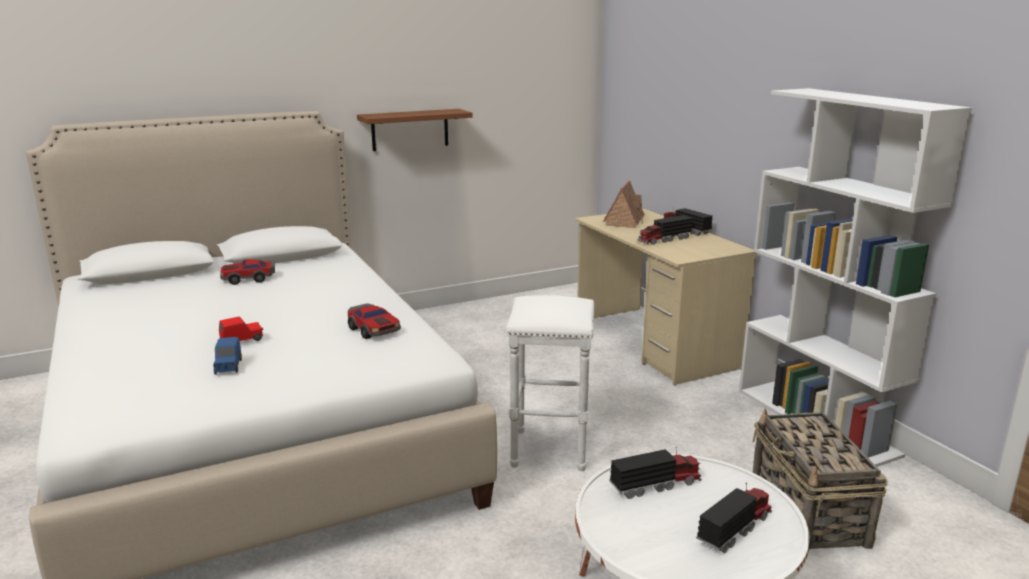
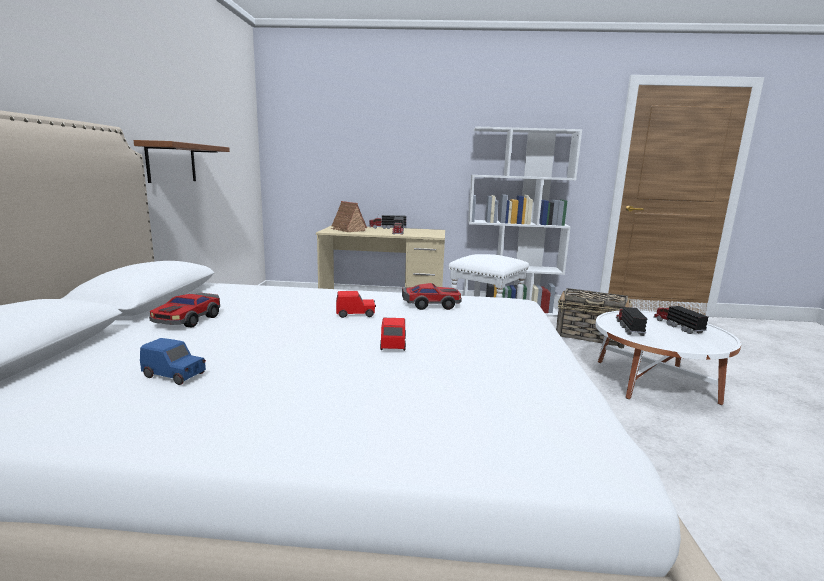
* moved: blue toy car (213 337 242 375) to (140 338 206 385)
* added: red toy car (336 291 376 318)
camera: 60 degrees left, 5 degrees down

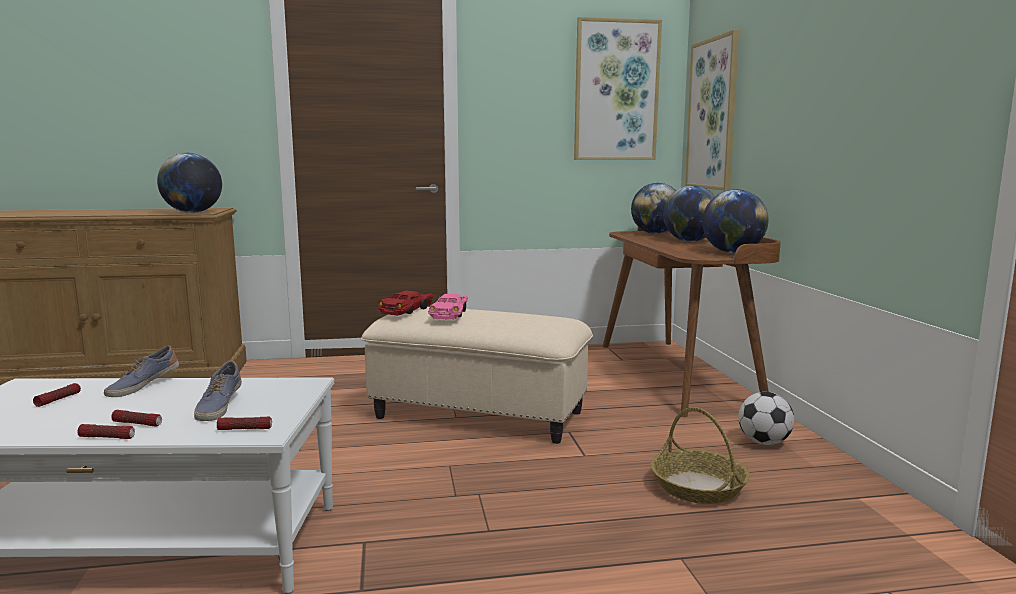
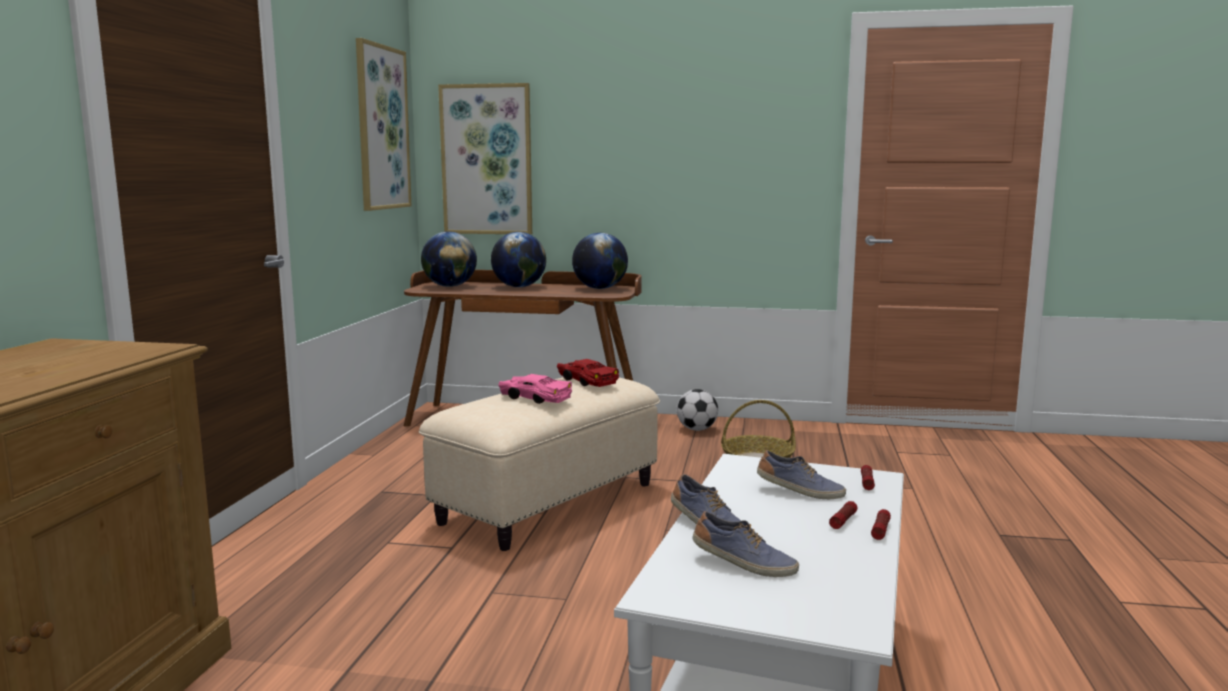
* replaced: flashlight (33 383 81 407) to shoe (692 511 799 577)
* removed: globe (157 153 222 213)
* moved: red toy car (378 290 433 316) to (557 359 619 387)
camera: 70 degrees left, 0 degrees up

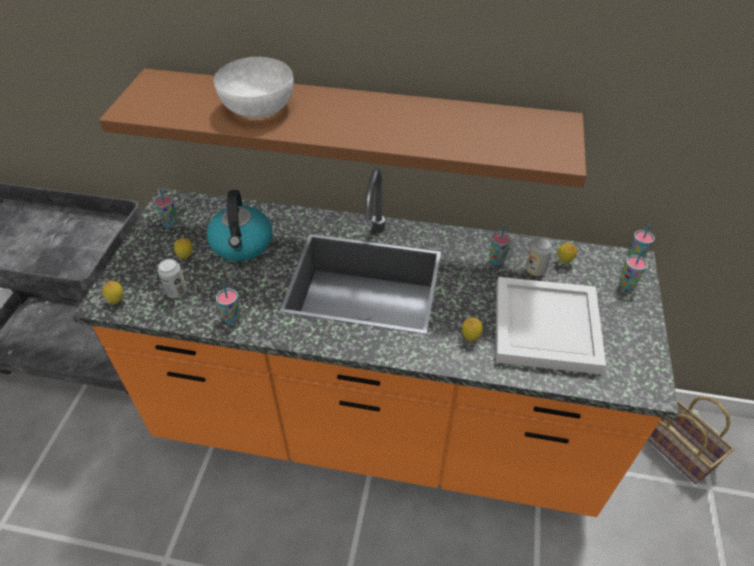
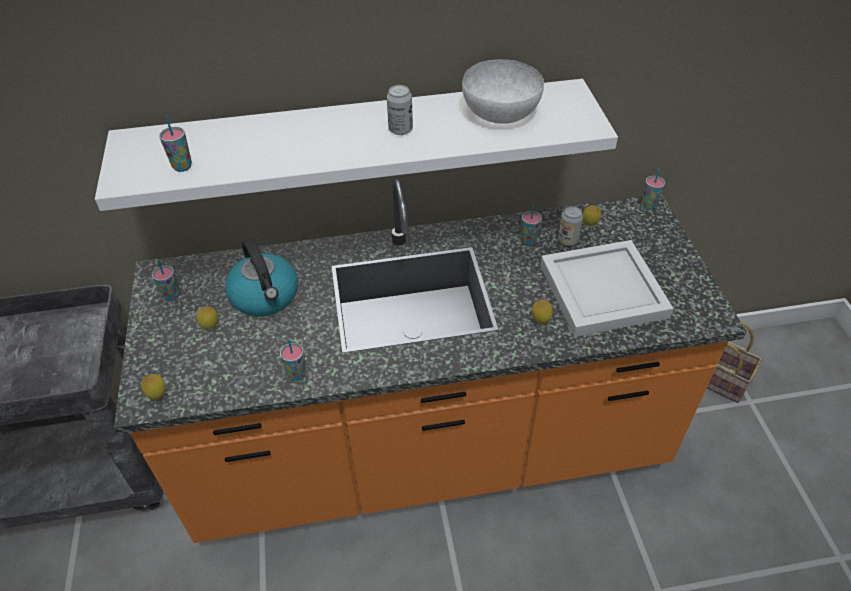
* recoloured: brown shelf (99 68 586 188) to white shelf (95 79 618 211)
* moved: can (158 259 187 298) to (387 85 413 135)
* moved: white bowl (214 57 294 118) to (462 59 544 124)
* moved: cup (619 250 647 290) to (159 116 192 172)
camera: 20 degrees left, 0 degrees up

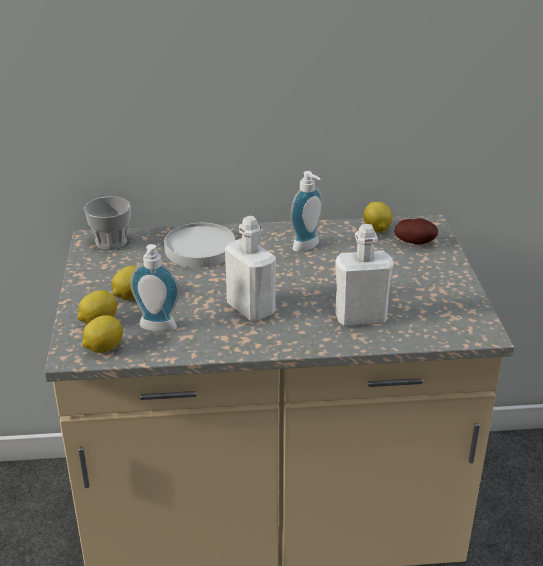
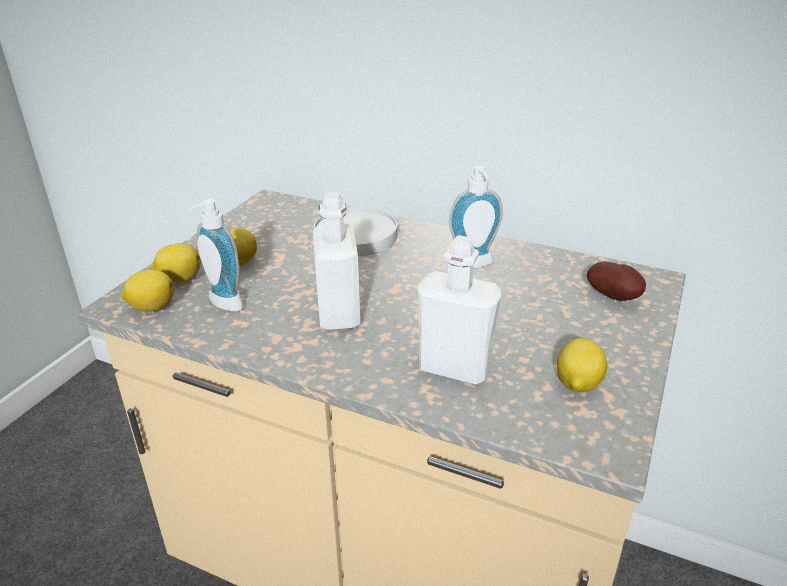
* removed: cup (84 196 131 250)
* moved: lemon (364 202 392 232) to (557 338 607 392)
camera: 30 degrees right, 0 degrees up

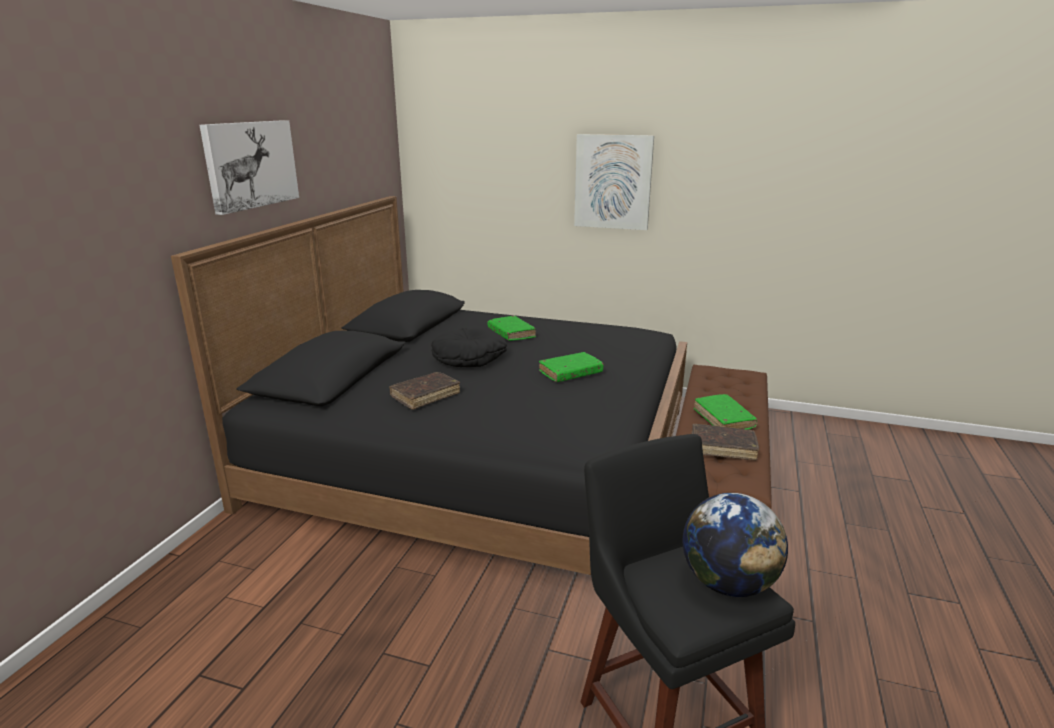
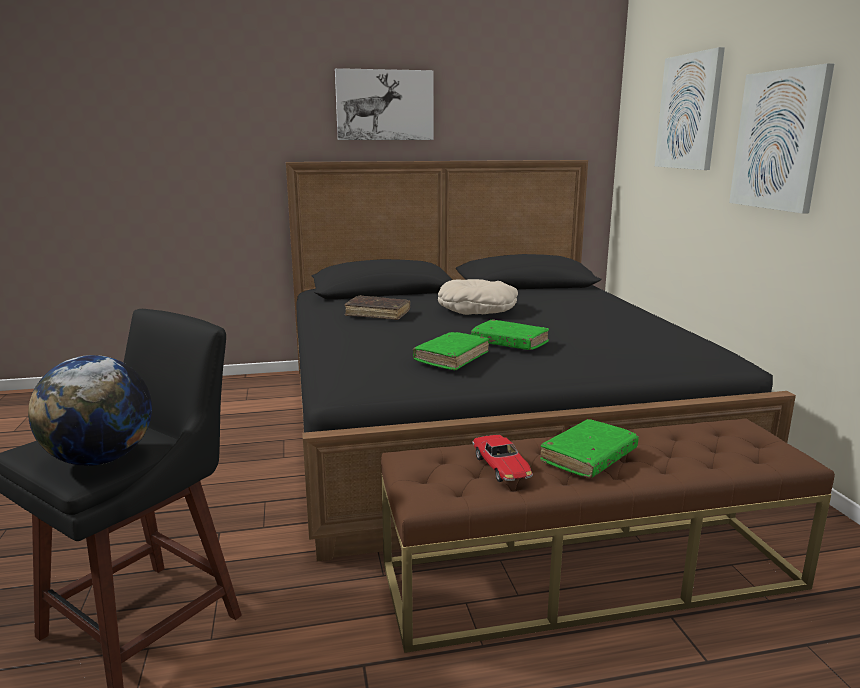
* recoloured: black pillow (431 328 507 367) to beige pillow (438 279 518 315)
* moved: green book (487 316 536 341) to (413 332 489 370)
* replaced: brown book (691 424 759 461) to toy car (472 435 533 482)
* added: picture (655 47 725 170)
camera: 60 degrees right, 5 degrees down

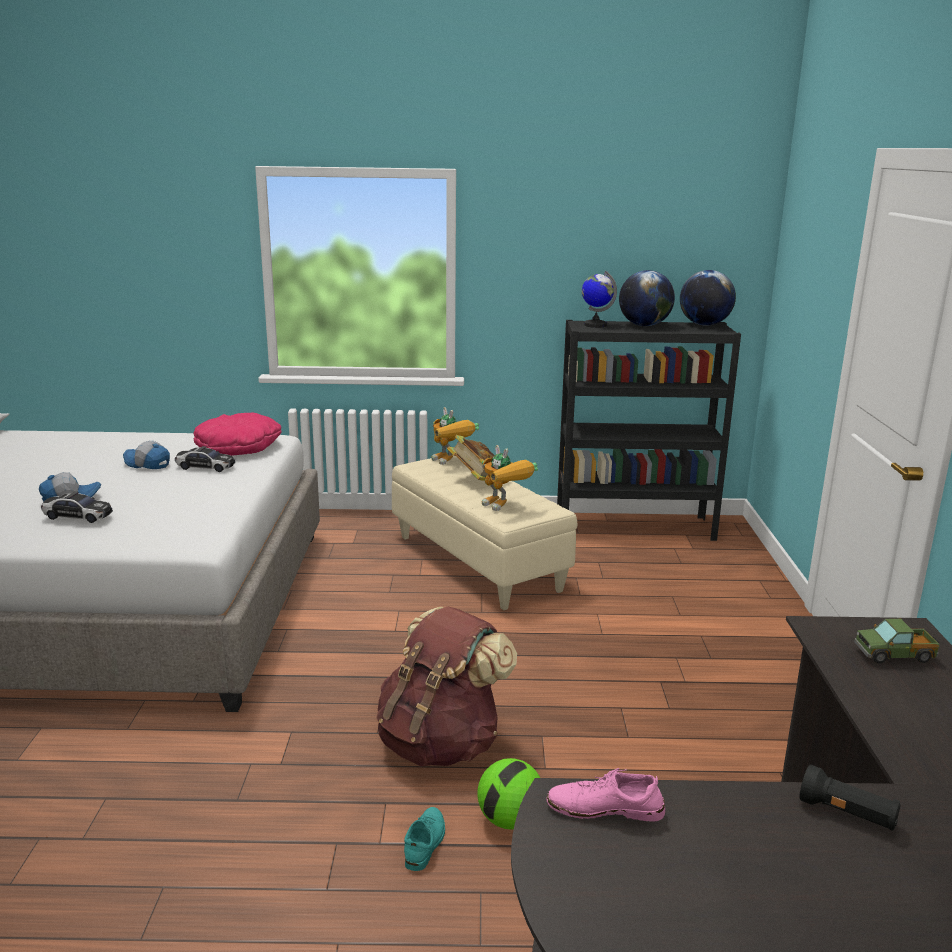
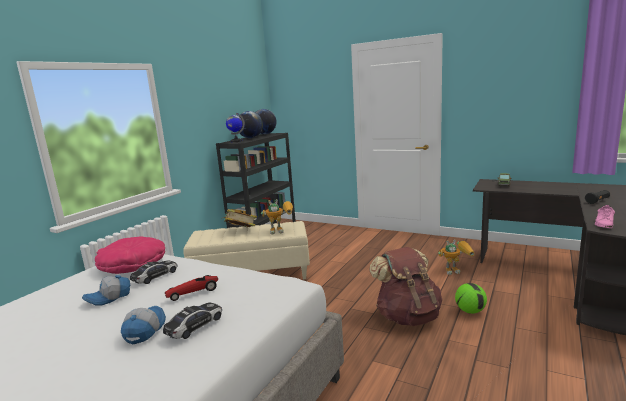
* removed: turquoise shoe (404 807 445 871)
* moved: toy robot (432 407 479 465) to (438 239 475 275)
* added: toy car (165 275 218 301)
camera: 60 degrees left, 5 degrees down

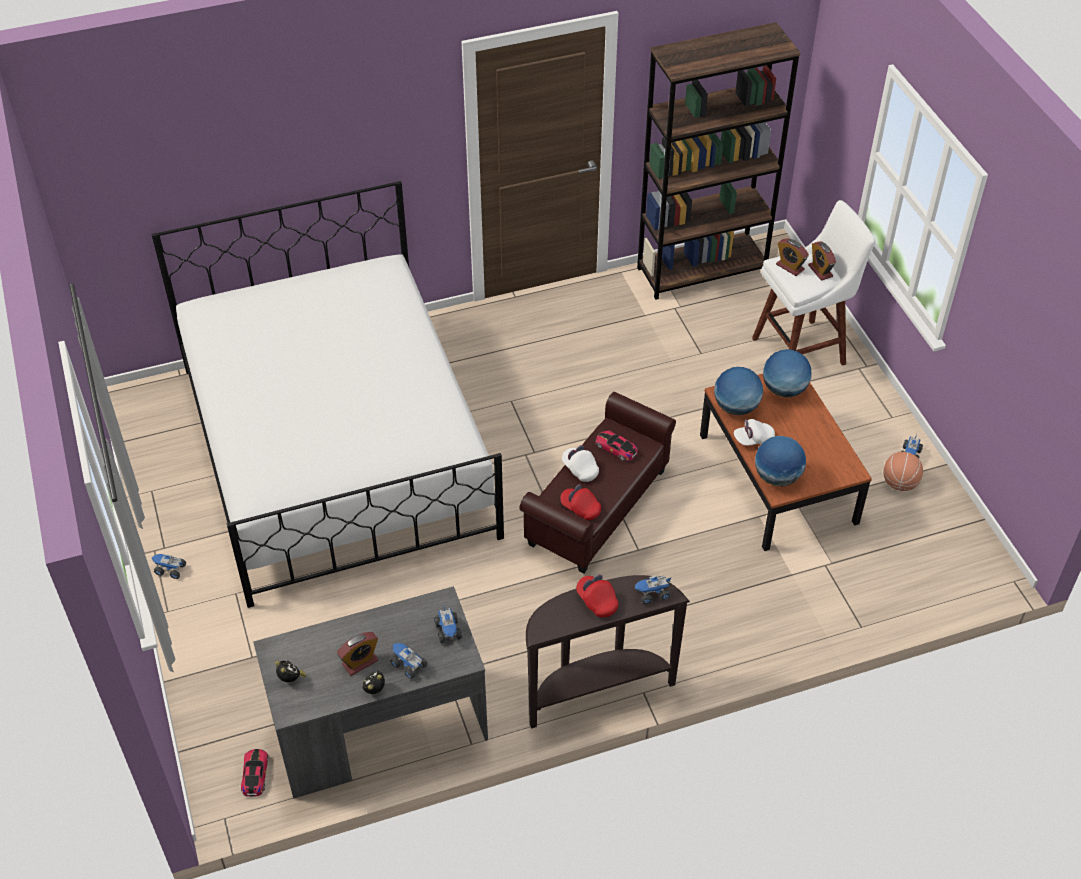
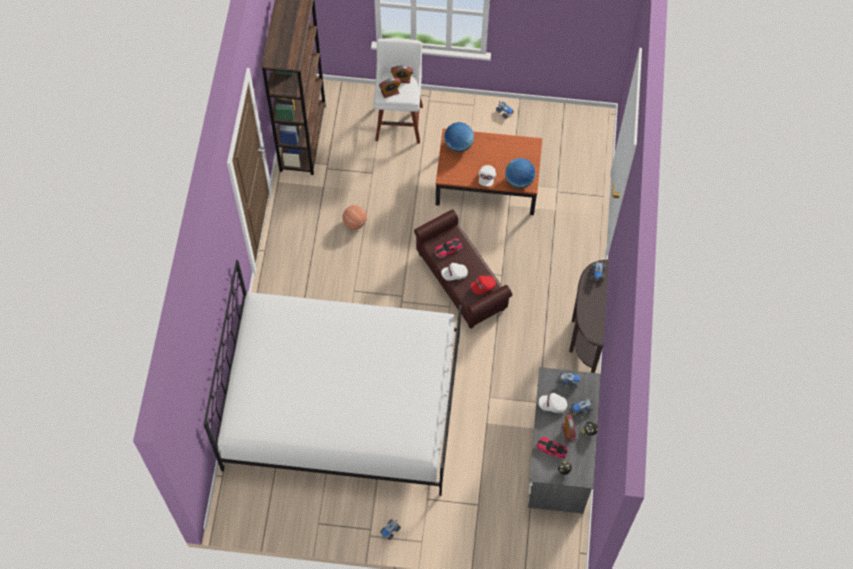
* moved: toy car (241 749 268 797) to (537 437 568 459)
* removed: red cap (576 574 619 618)
* removed: globe (714 367 763 415)
* moved: basketball (883 452 923 491) to (342 205 367 230)
* added: white cap (539 393 567 413)
camera: 65 degrees left, 15 degrees up

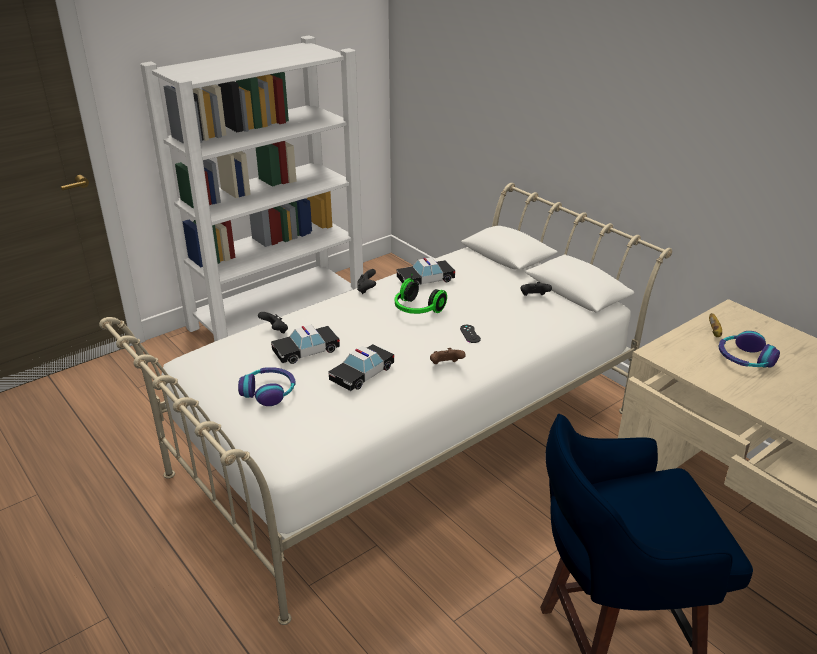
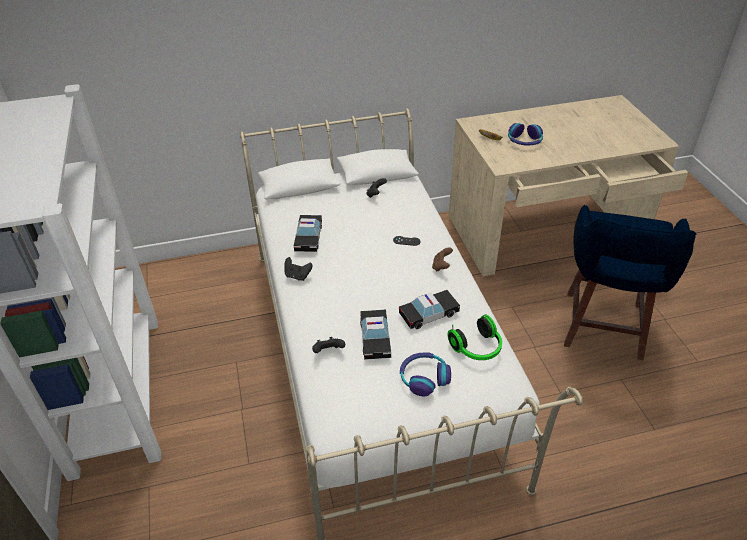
* turned: toy car (328 344 394 391) = (399 290 460 329) 90 degrees counterclockwise
* moved: headphones (395 274 447 314) to (448 314 502 360)
camera: 65 degrees left, 10 degrees up

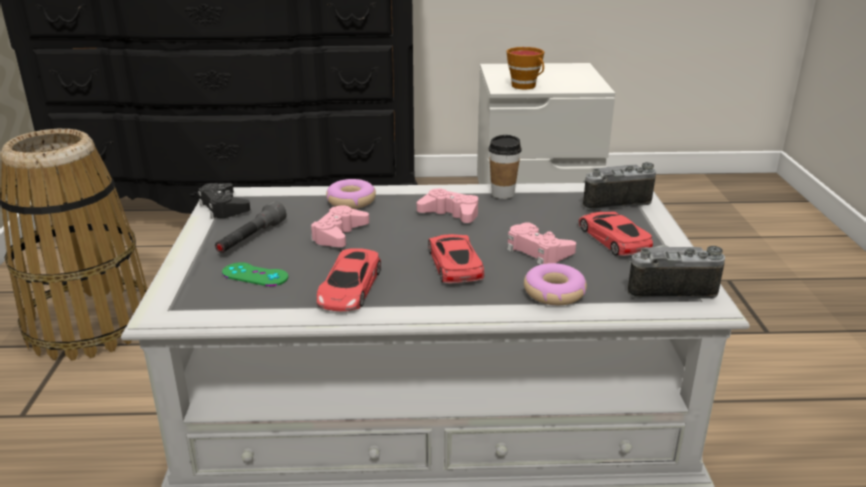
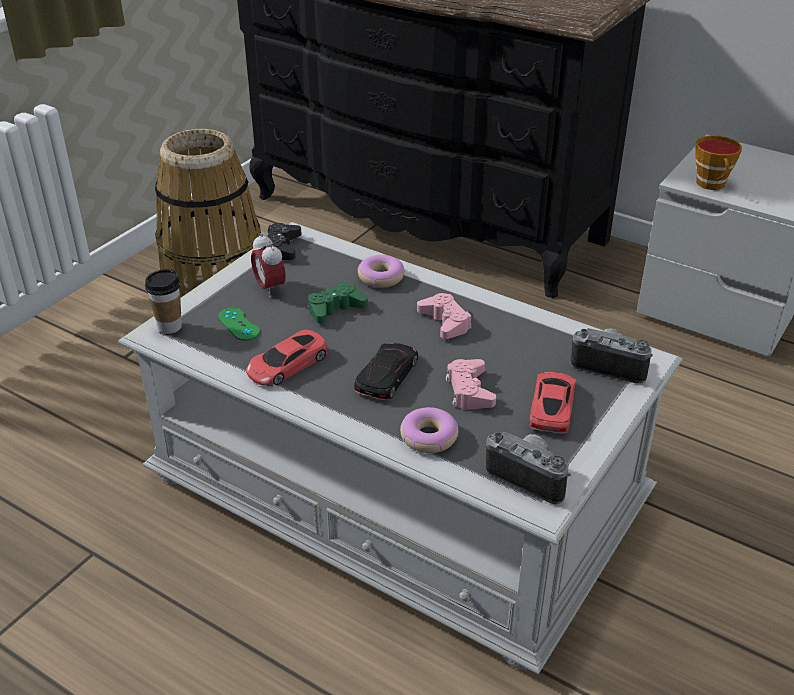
* replaced: grey flashlight (215 201 287 253) to alarm clock (251 233 286 298)
* recoloured: pink game controller (311 205 369 247) to green game controller (308 282 368 324)
* recoloured: red toy car (428 234 484 283) to black toy car (354 343 418 400)
* moved: cup (488 135 522 199) to (145 269 182 334)
camera: 35 degrees right, 10 degrees up

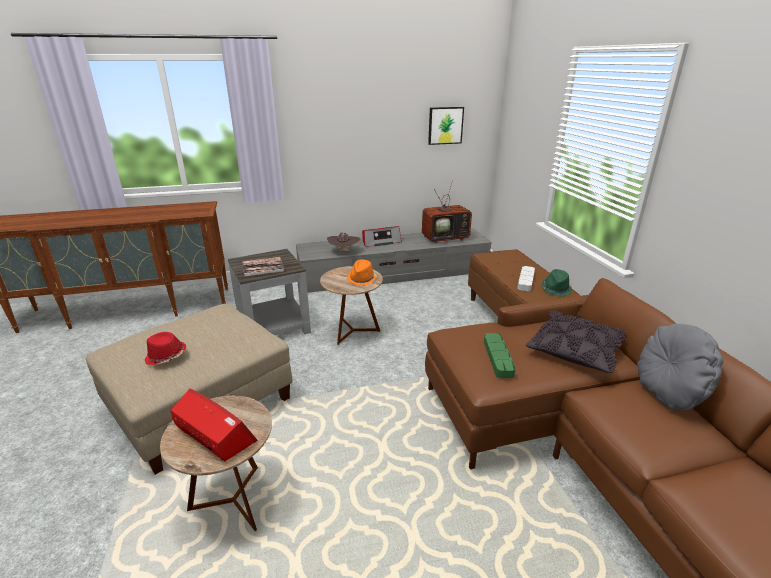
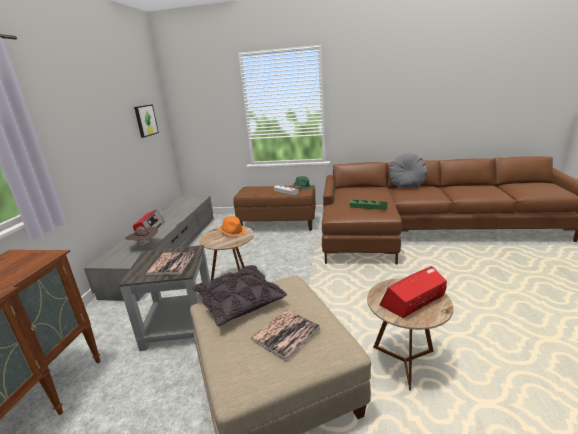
* replaced: red hat (145 332 186 365) to book (251 310 321 361)
* removed: television (422 181 472 243)
* moved: black pillow (526 311 627 373) to (192 265 287 326)
camera: 65 degrees left, 5 degrees down

